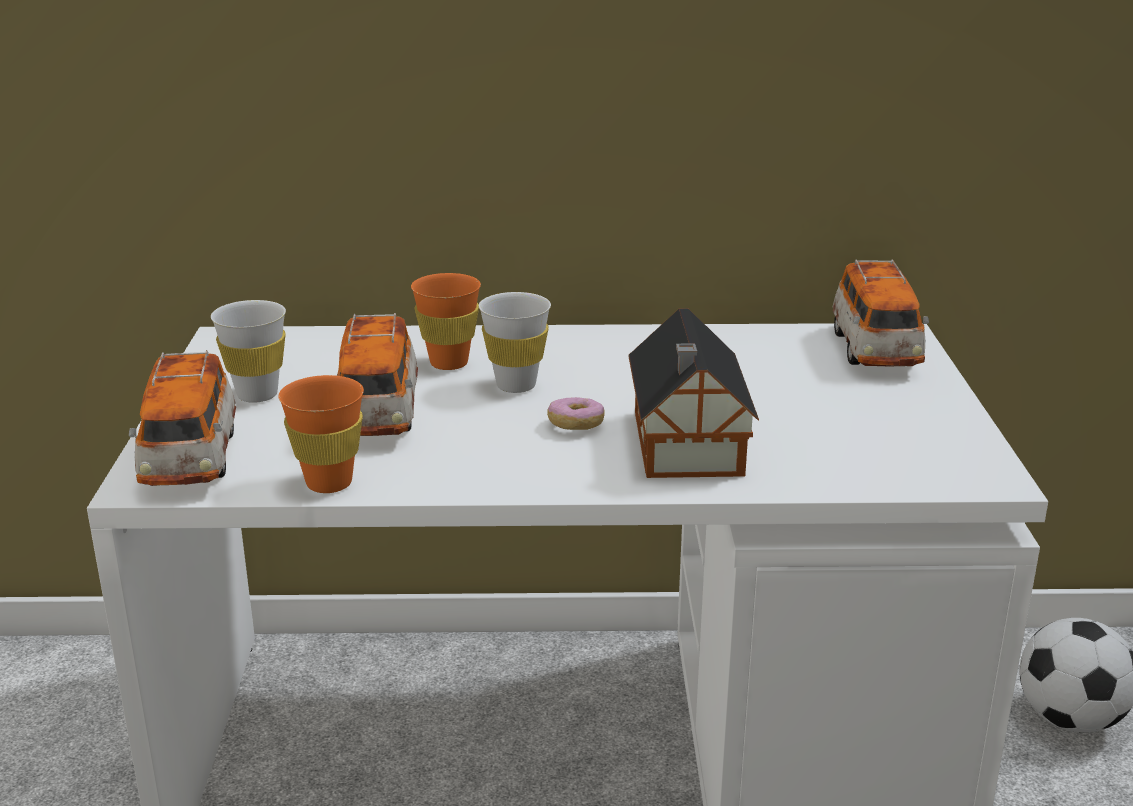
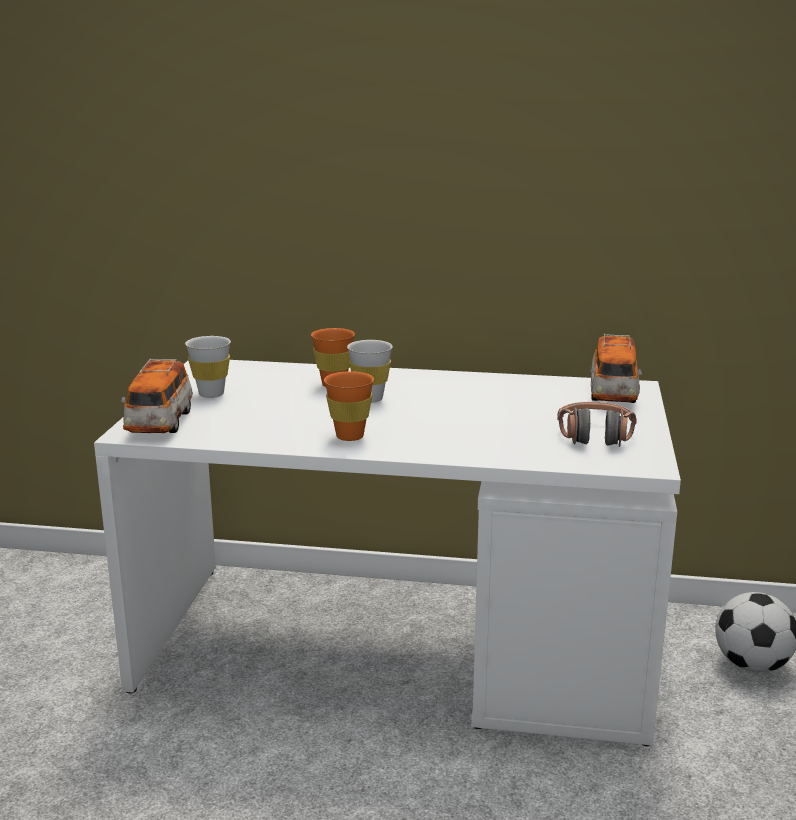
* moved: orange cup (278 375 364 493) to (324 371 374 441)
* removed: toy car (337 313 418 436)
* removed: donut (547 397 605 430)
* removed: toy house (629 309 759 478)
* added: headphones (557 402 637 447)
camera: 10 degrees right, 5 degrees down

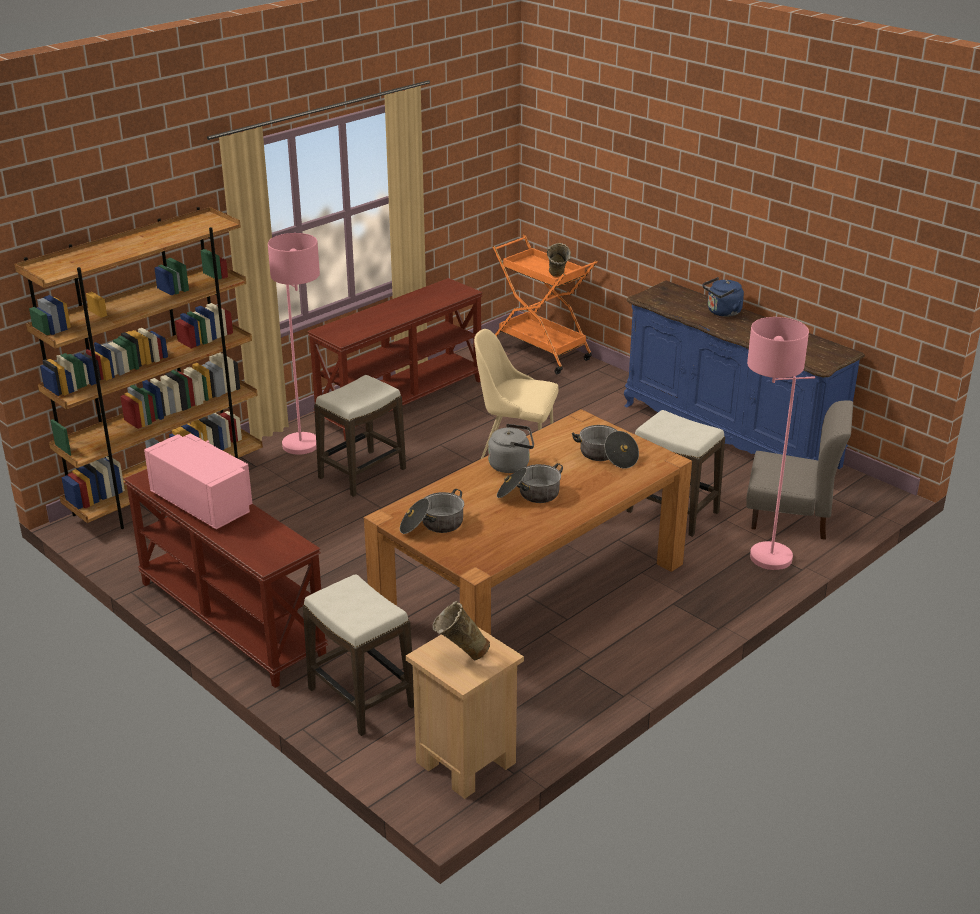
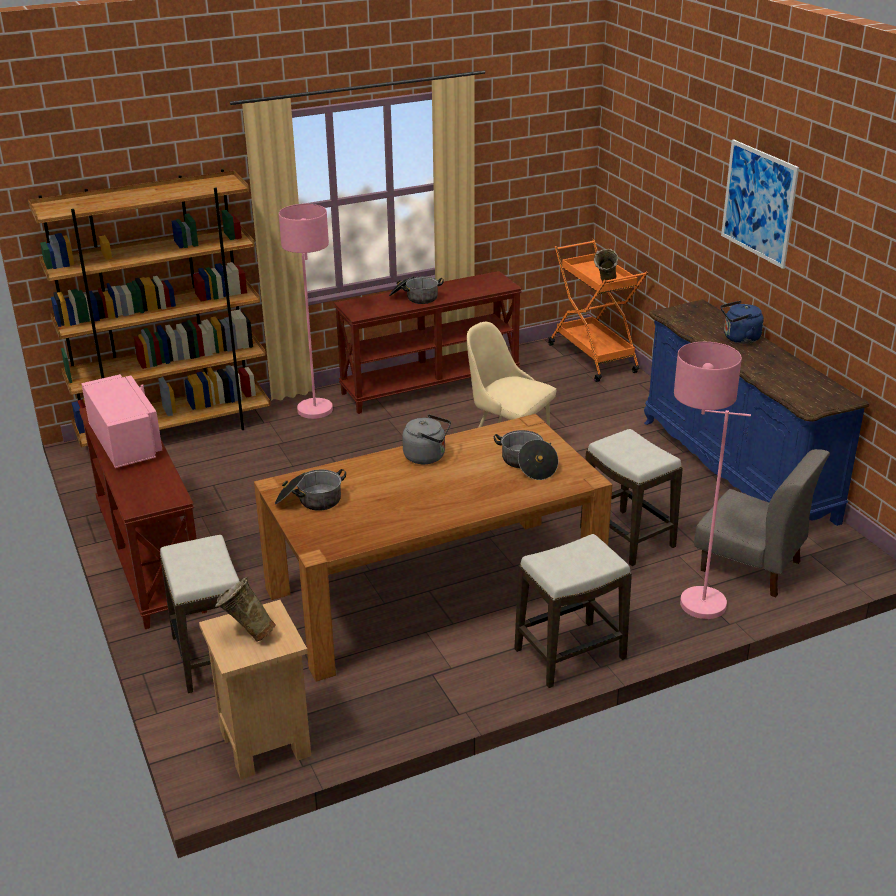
* moved: stool (314 375 406 497) to (514 534 632 688)
* moved: cooking pot (497 463 563 503) to (389 276 444 304)
* added: picture (721 139 799 269)
camera: 20 degrees right, 0 degrees up

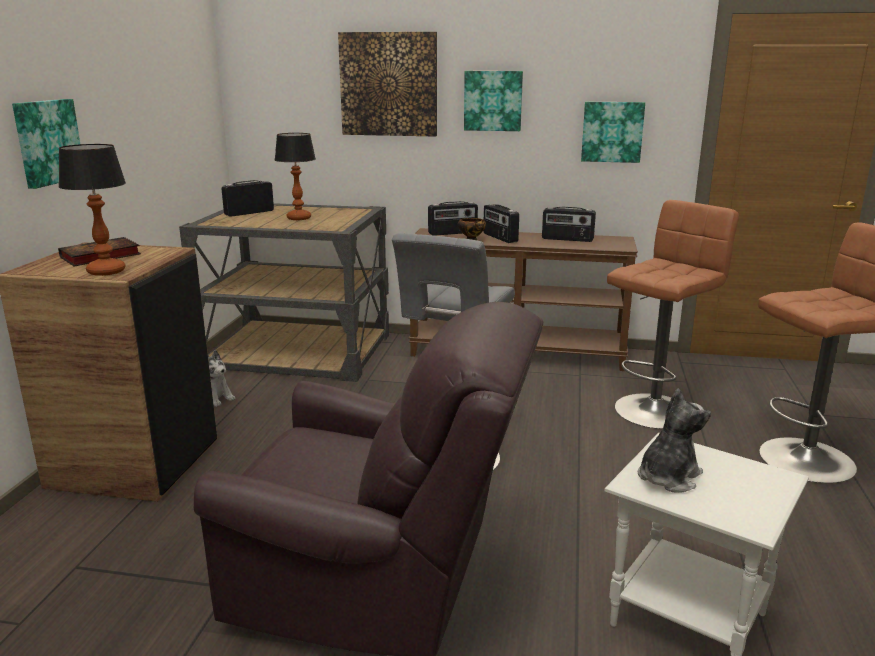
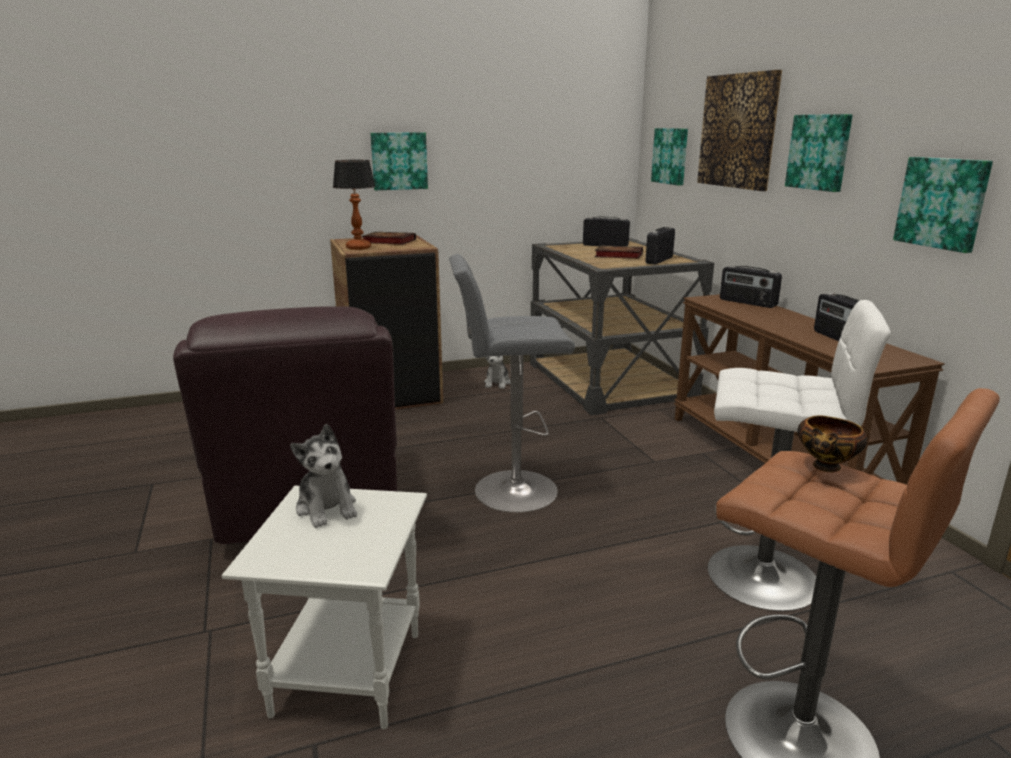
* replaced: table lamp (275 133 316 220) to book (595 245 643 259)
* moved: bowl (457 218 486 240) to (797 415 867 472)
* moved: radio (483 204 519 243) to (645 227 675 265)
* recoloured: brown stool (607 200 739 429) to white stool (708 300 891 611)
* turned: plush toy (637 389 711 493) = (290 424 357 528) 45 degrees clockwise
* added: picture (651 128 688 185)
camera: 60 degrees right, 0 degrees up

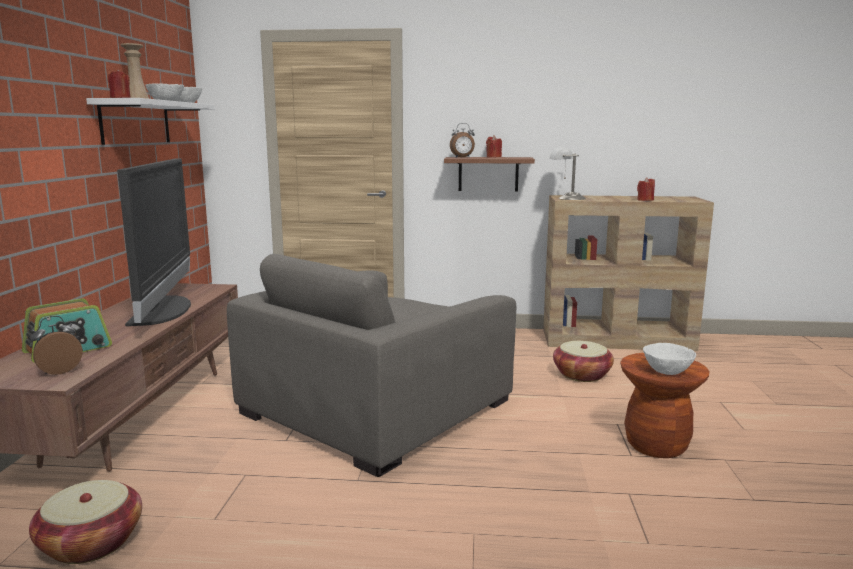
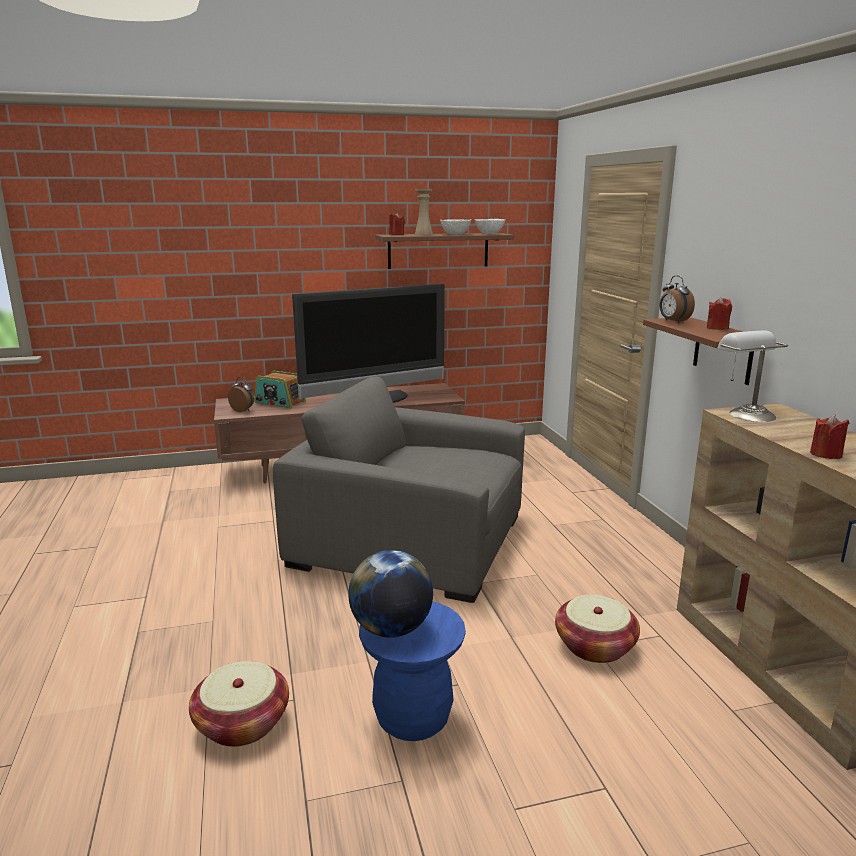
* moved: basket (29 480 142 564) to (189 661 289 747)
* recoloured: white shelf (86 98 214 145) to brown shelf (375 233 514 269)
* recoloured: brown stool (620 353 709 458) to blue stool (359 601 466 741)
* replaced: white bowl (643 343 696 375) to globe (348 550 433 638)
camera: 70 degrees right, 5 degrees up

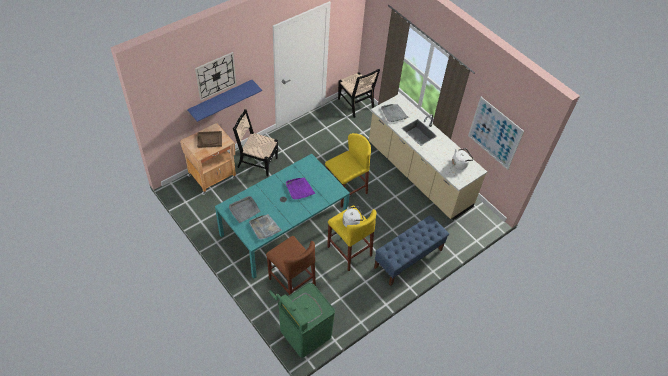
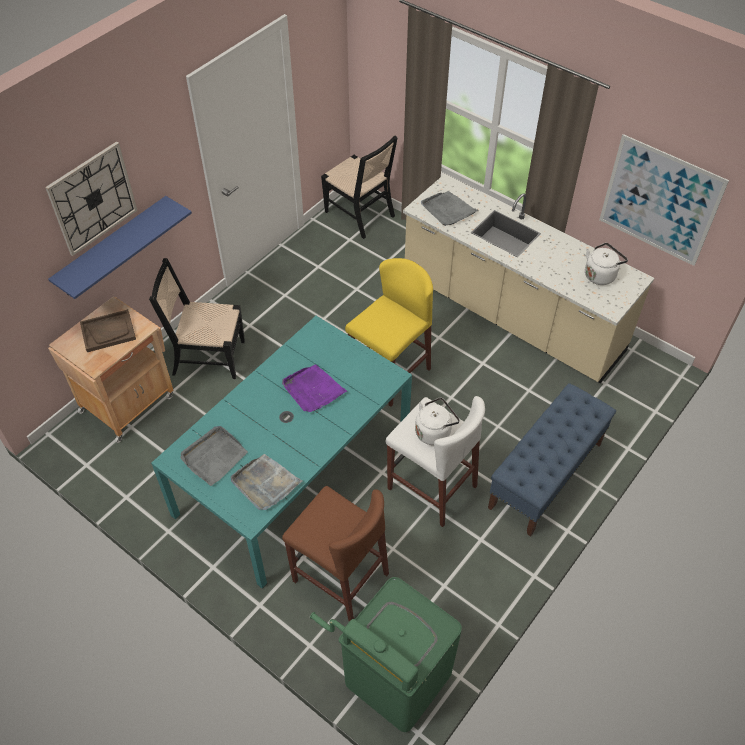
* recoloured: yellow stool (327 205 377 271) to white stool (385 396 485 527)
camera: 10 degrees left, 0 degrees up

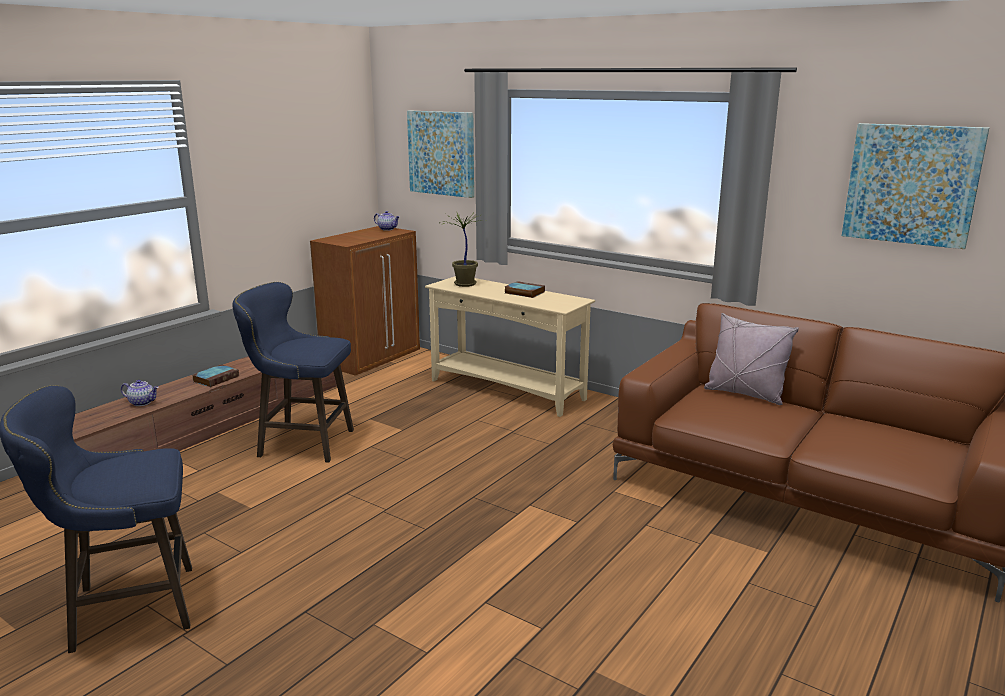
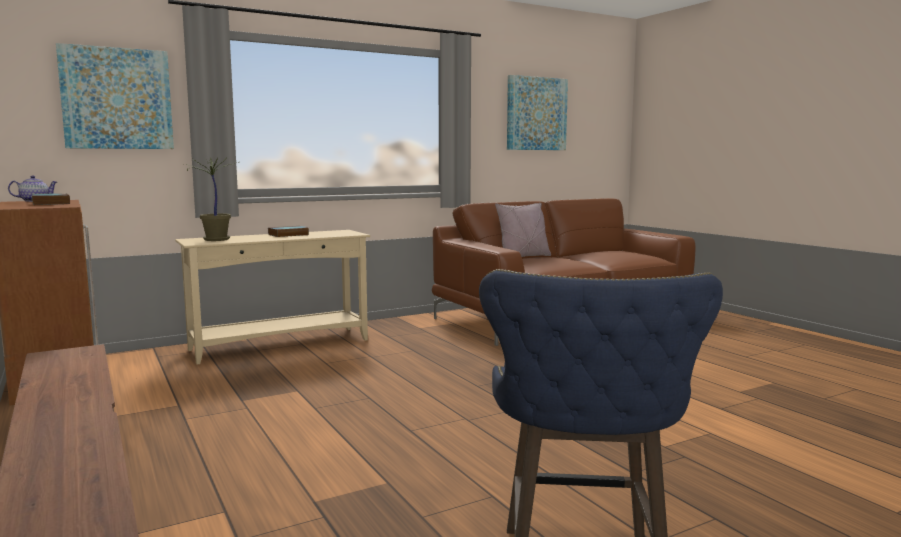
* removed: teapot (121 380 159 406)
* moved: book (193 364 239 387) to (32 193 70 205)
* removed: blue stool (232 282 354 463)
camera: 65 degrees left, 10 degrees down

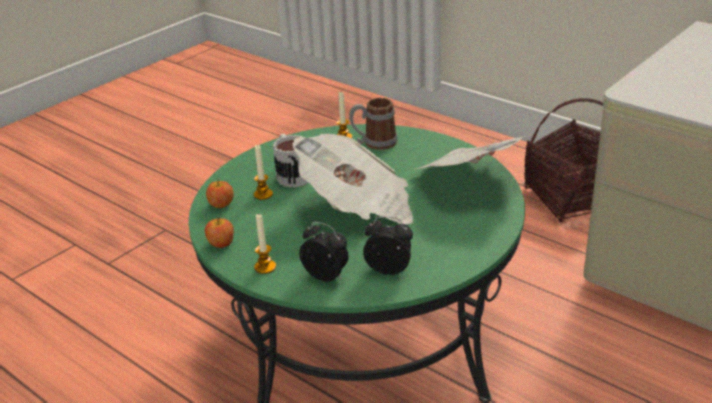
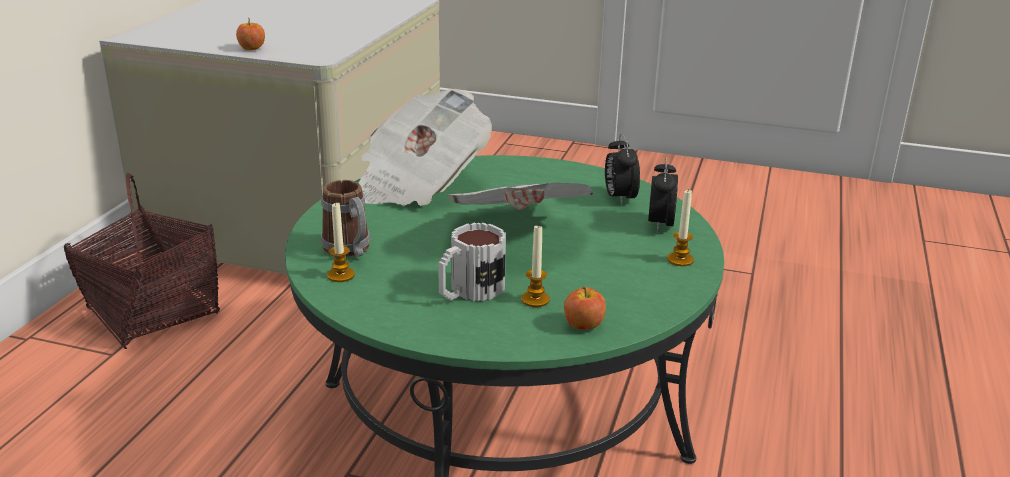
* moved: apple (205 218 234 248) to (236 18 265 50)
camera: 115 degrees left, 5 degrees down

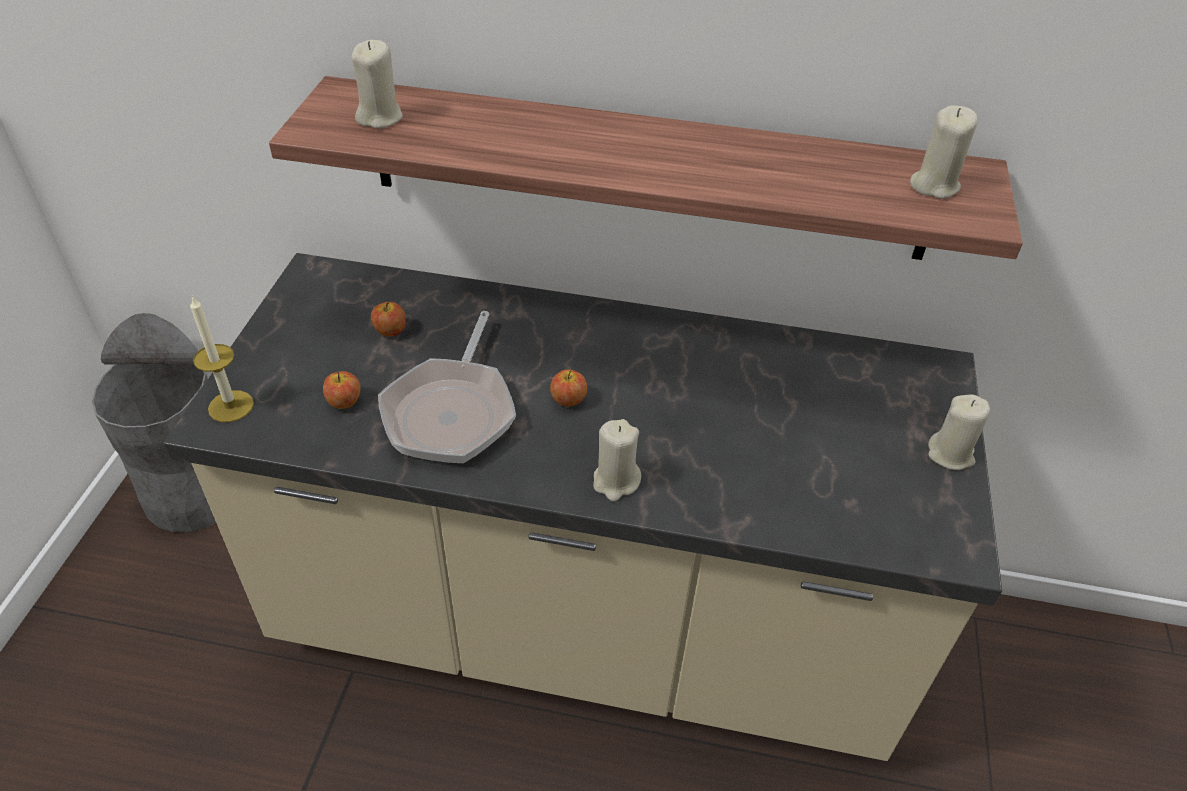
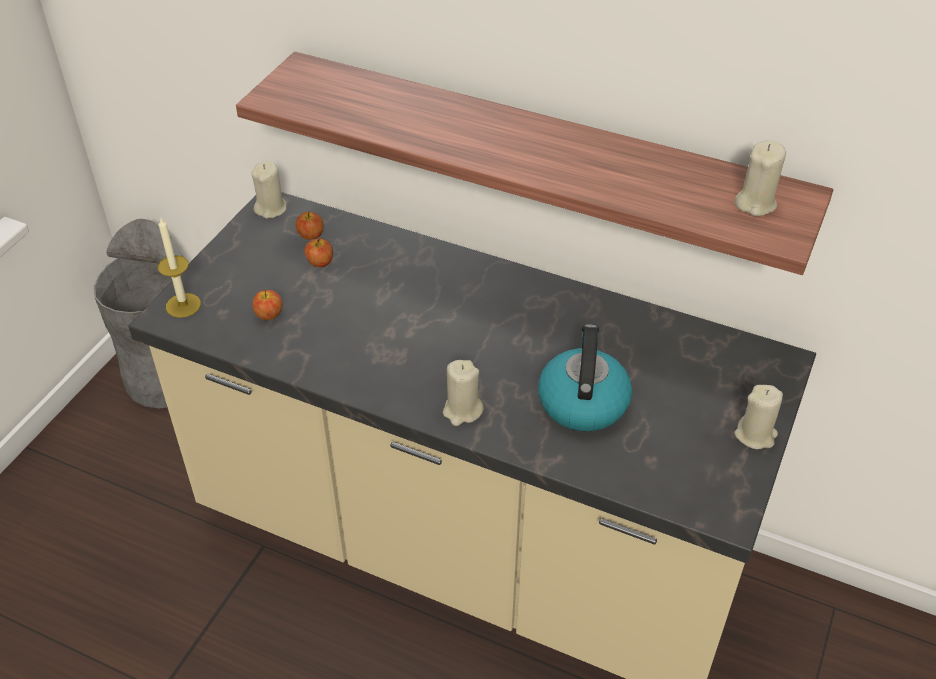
* moved: beige candle (352 40 403 129) to (251 161 287 219)
* removed: frying pan (378 311 516 463)
* moved: apple (550 369 587 407) to (295 211 323 240)
* added: kettle (538 324 632 431)
camera: 15 degrees right, 0 degrees up

